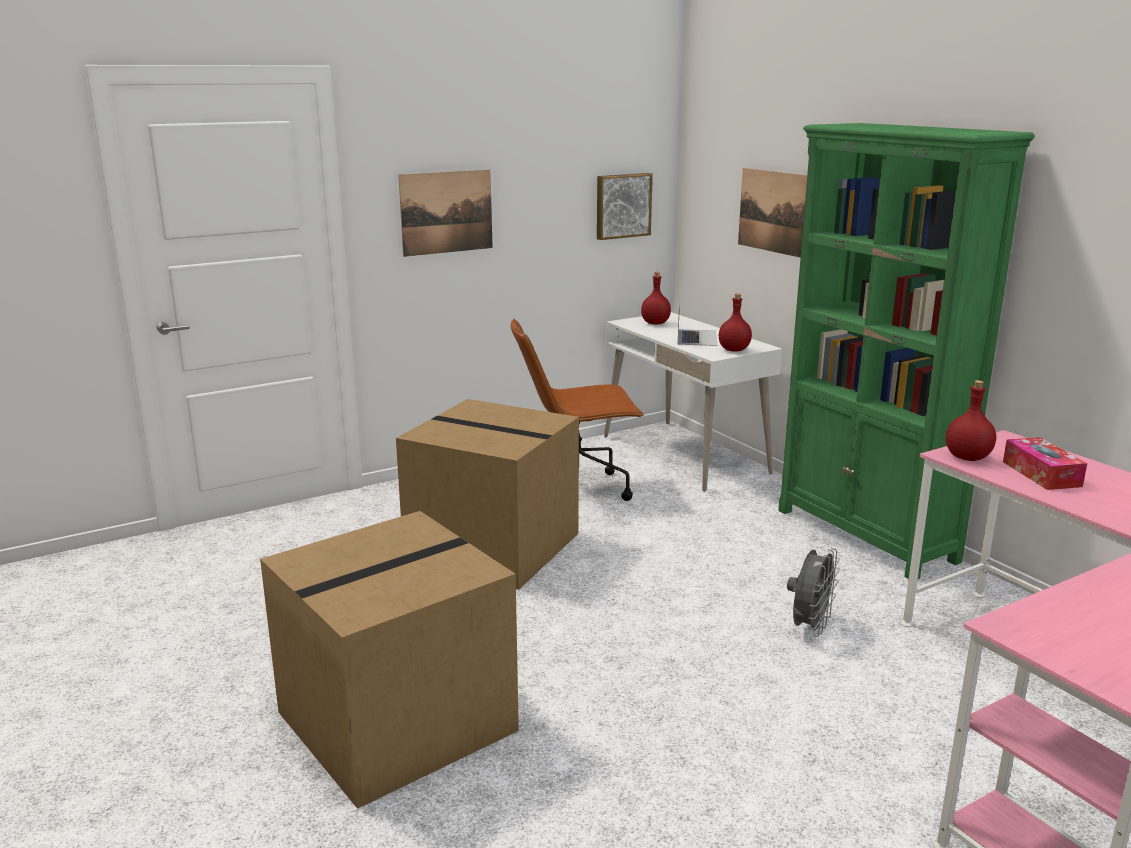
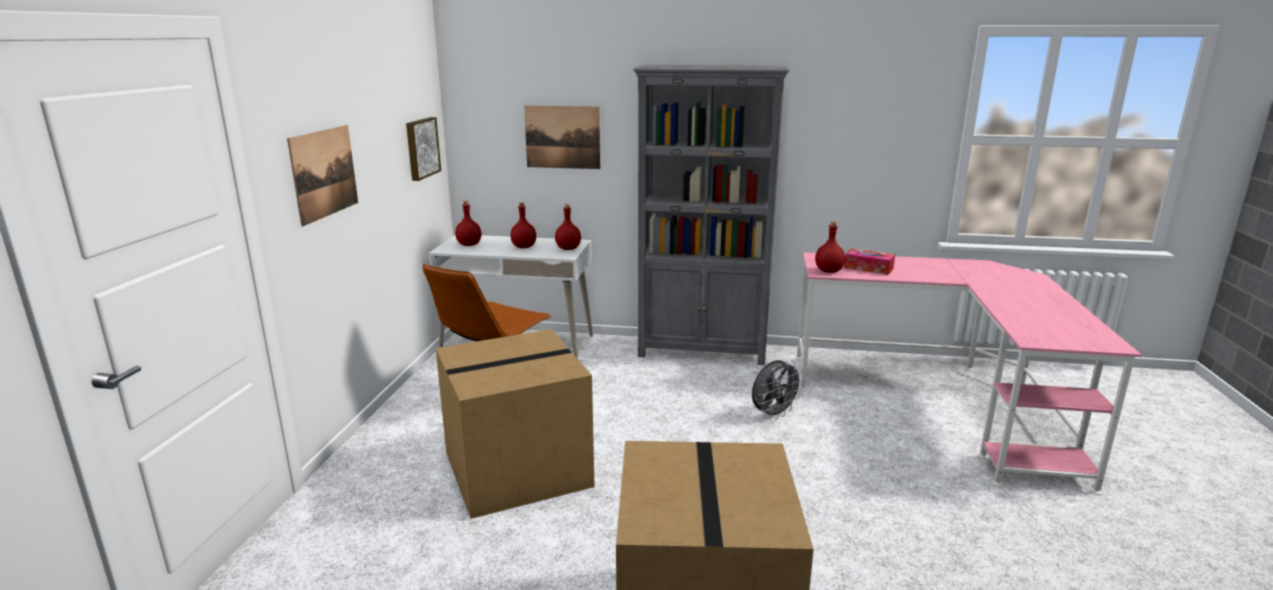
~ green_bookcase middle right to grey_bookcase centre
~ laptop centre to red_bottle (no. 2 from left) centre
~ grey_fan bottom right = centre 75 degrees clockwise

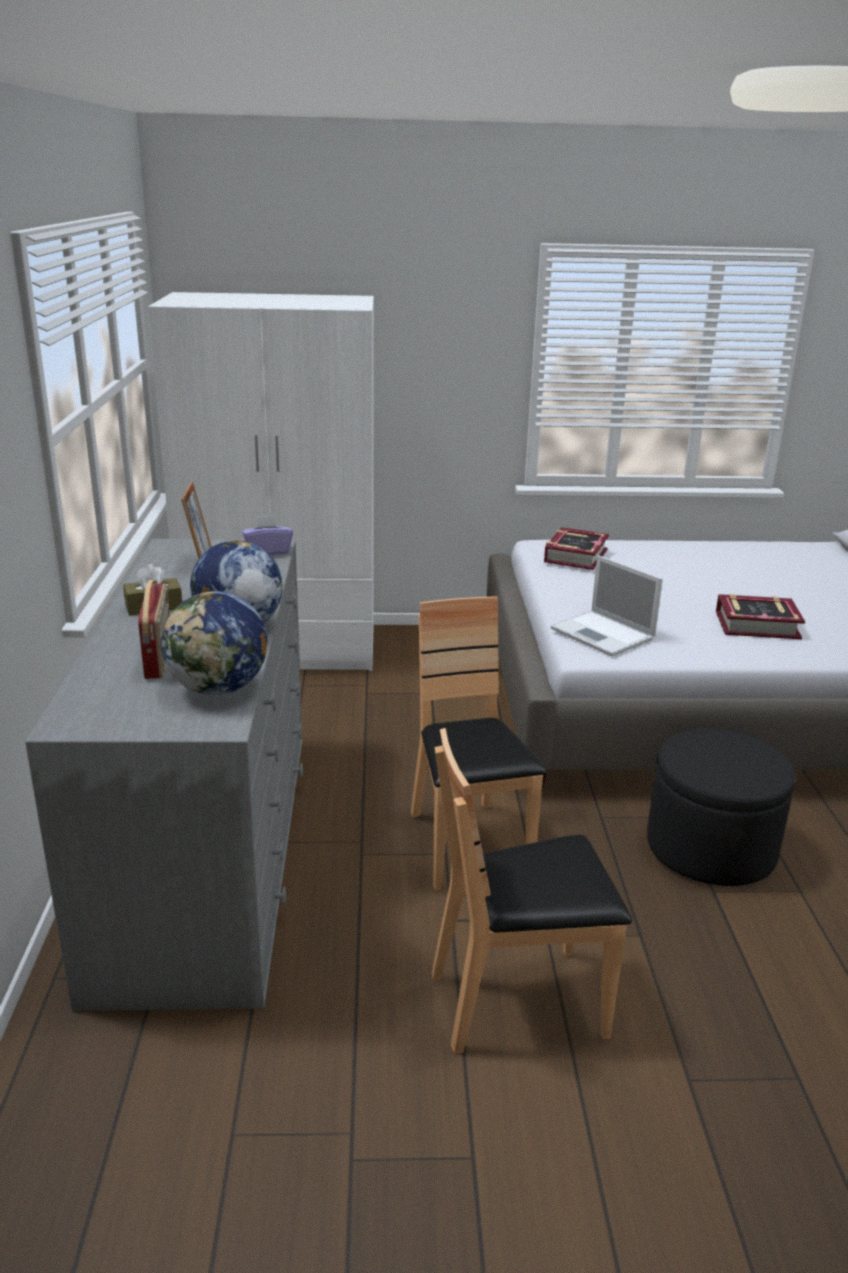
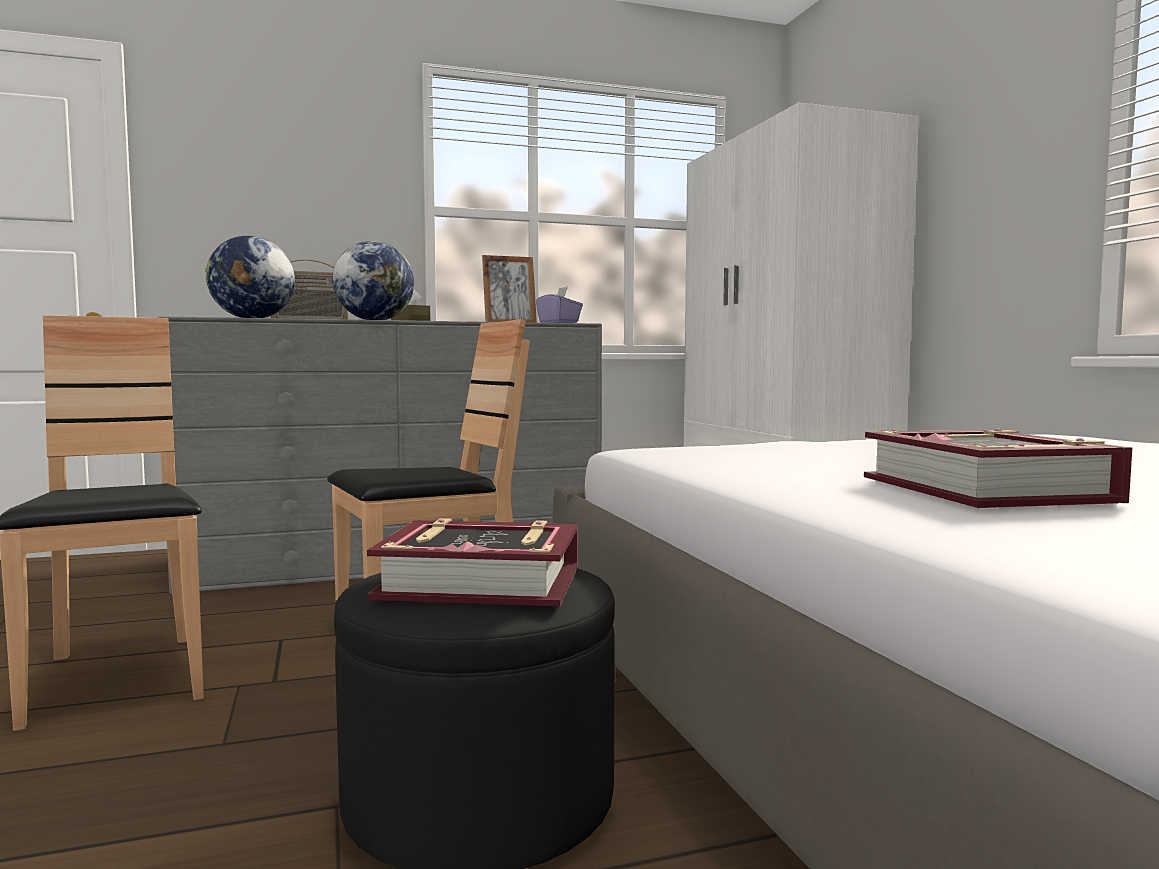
~ book (no. 1 from left) middle right to centre
- laptop middle right

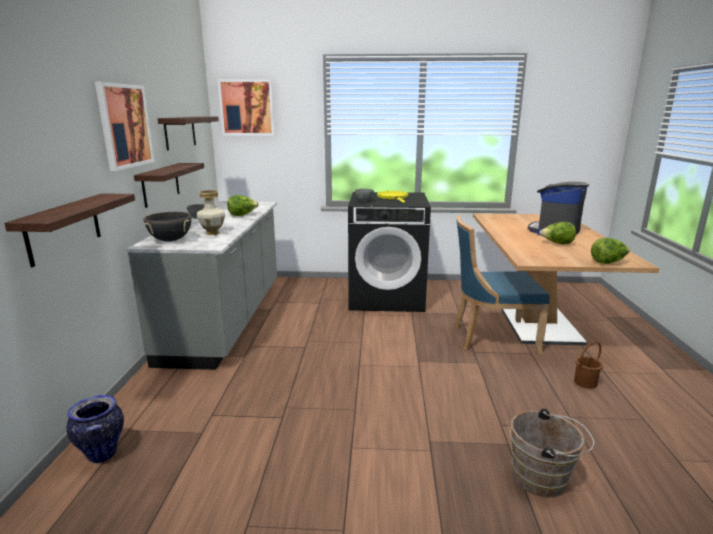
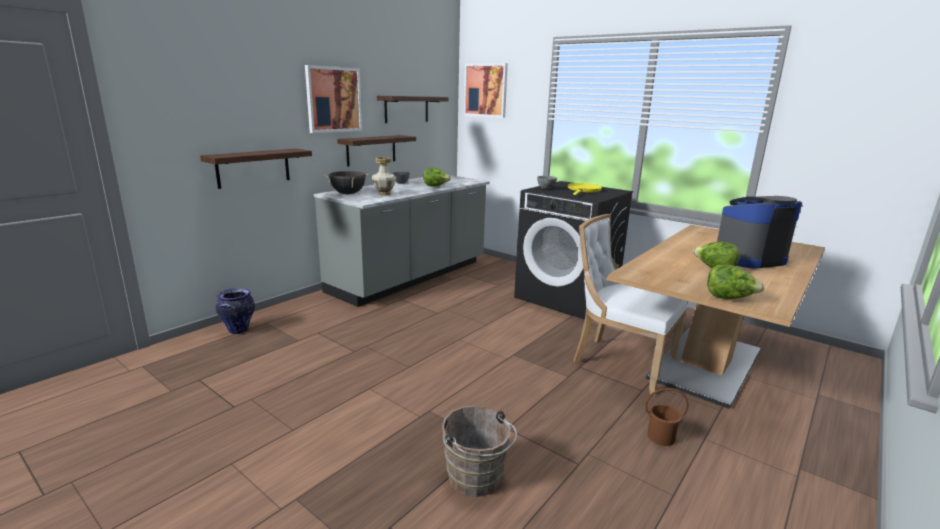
~ blue_chair middle right to white_chair middle right

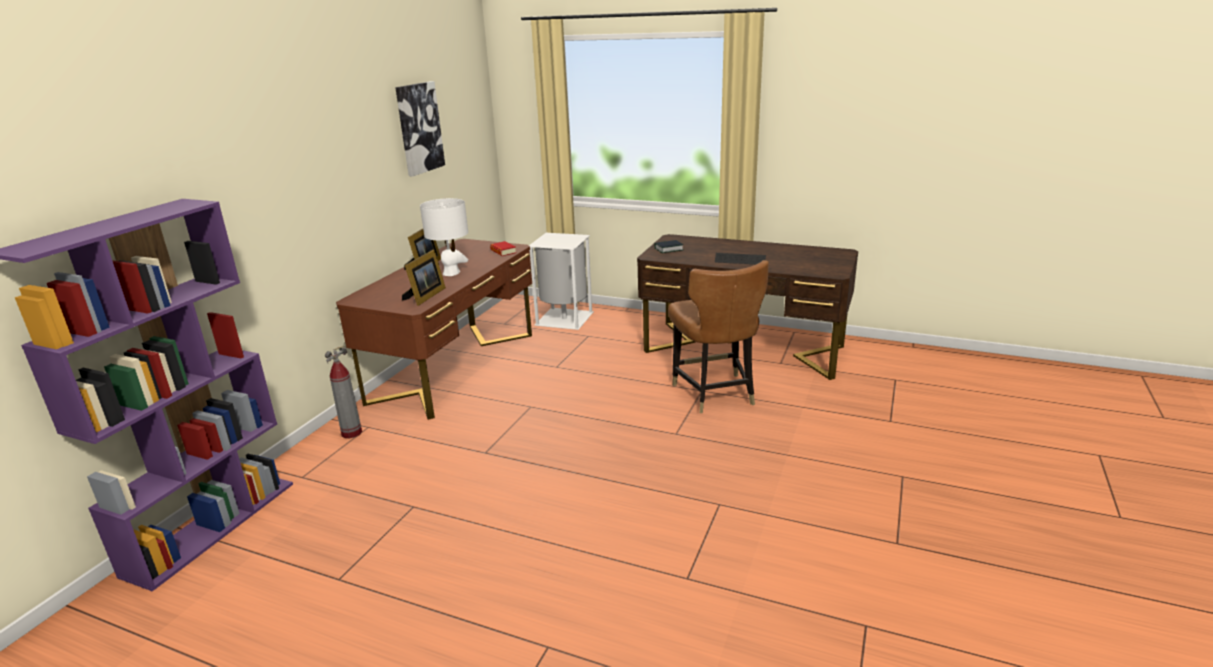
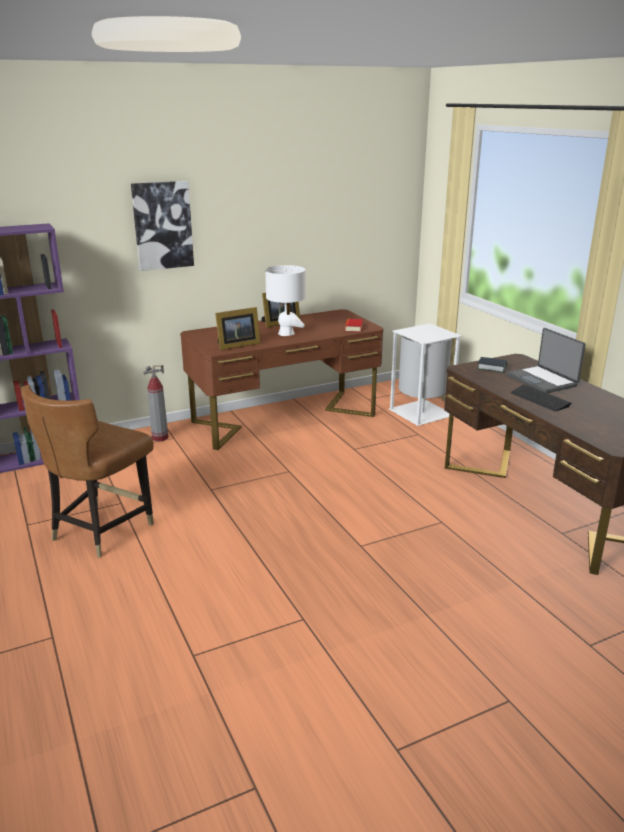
~ picture top centre to top left
~ brown_chair centre to middle left
+ laptop middle right

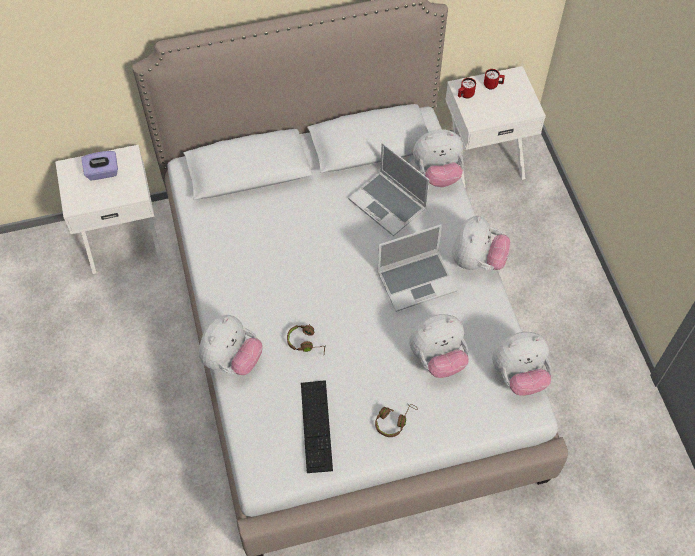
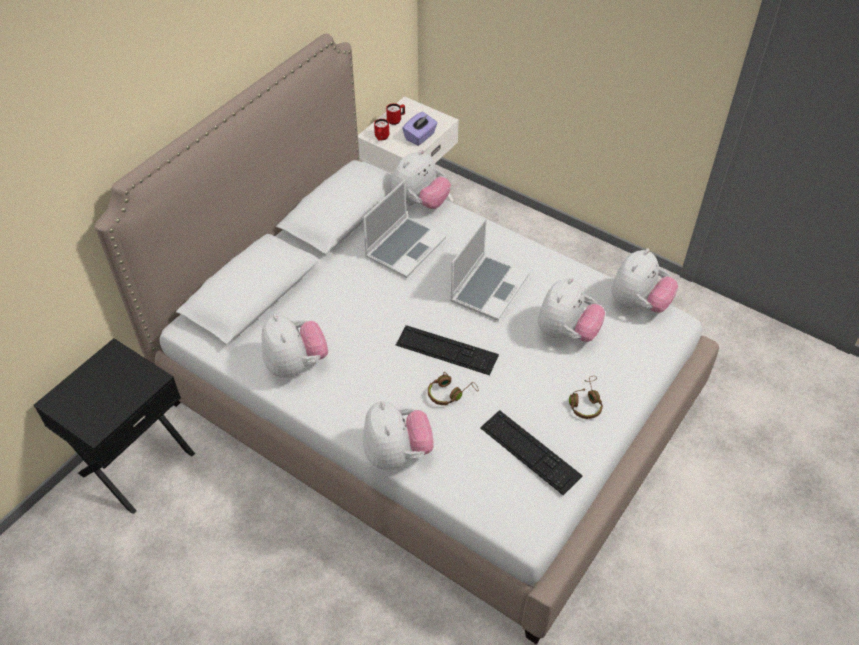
~ laptop (no. 1 from left) centre = centre 60 degrees counterclockwise
~ white_nightstand (no. 1 from left) middle left to black_nightstand middle left
~ purple_tissue_box top left to top centre
~ plush_toy (no. 4 from left in the first image) middle right to plush_toy (no. 1 from left) centre
+ keyboard (no. 1 from left) centre

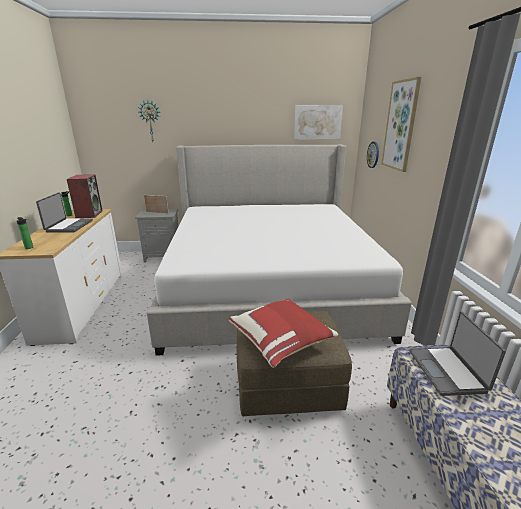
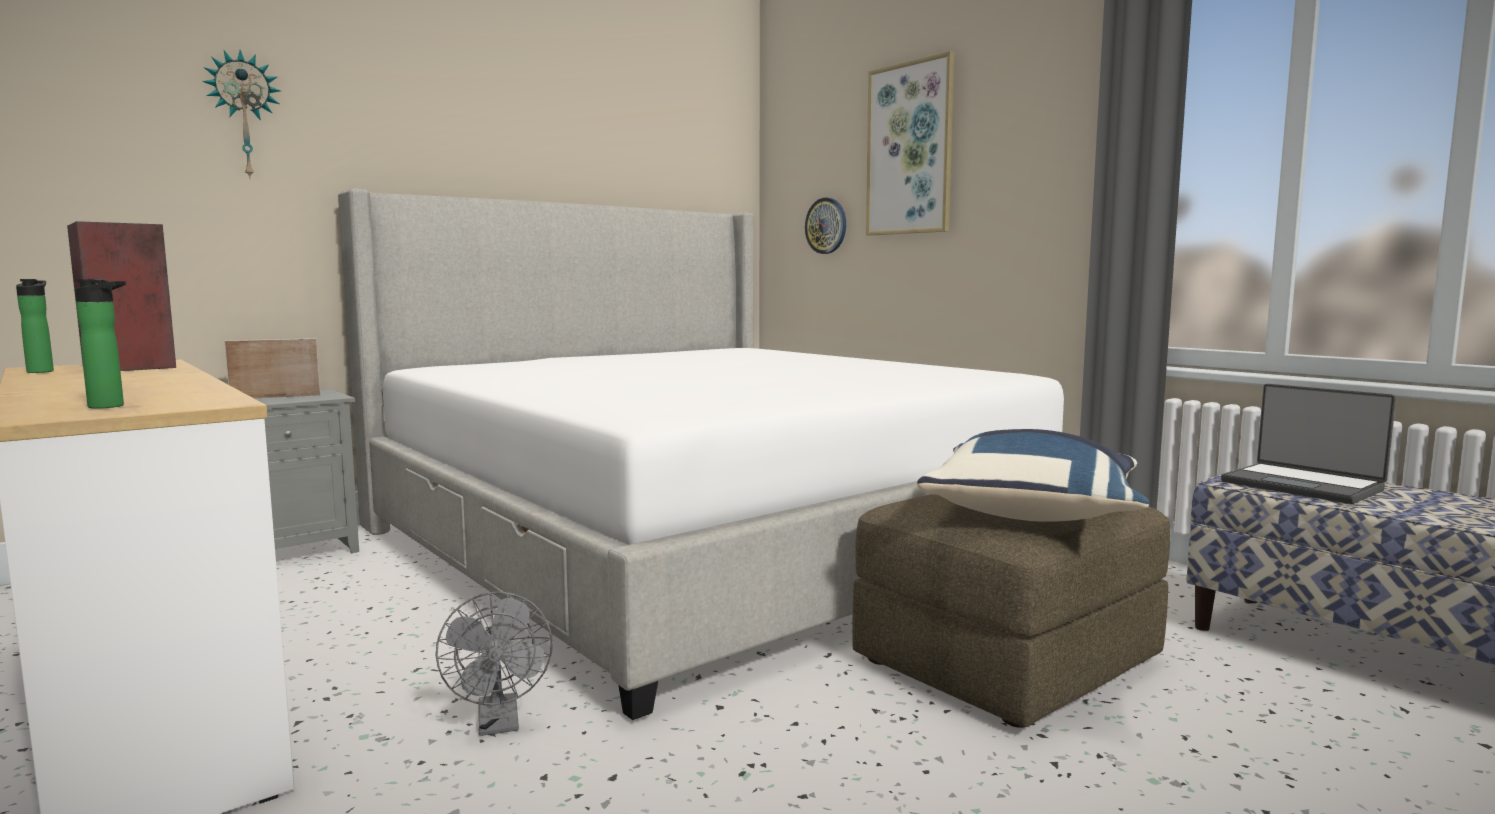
- picture (no. 1 from left) top centre
- laptop (no. 1 from left) middle left
~ red_pillow centre to blue_pillow middle right
+ grey_fan bottom left

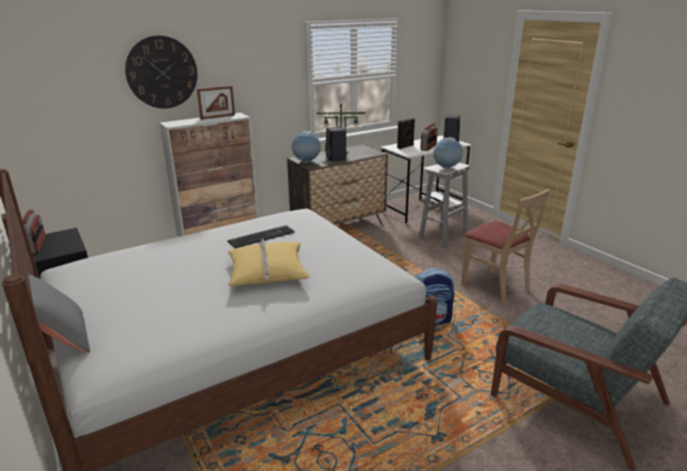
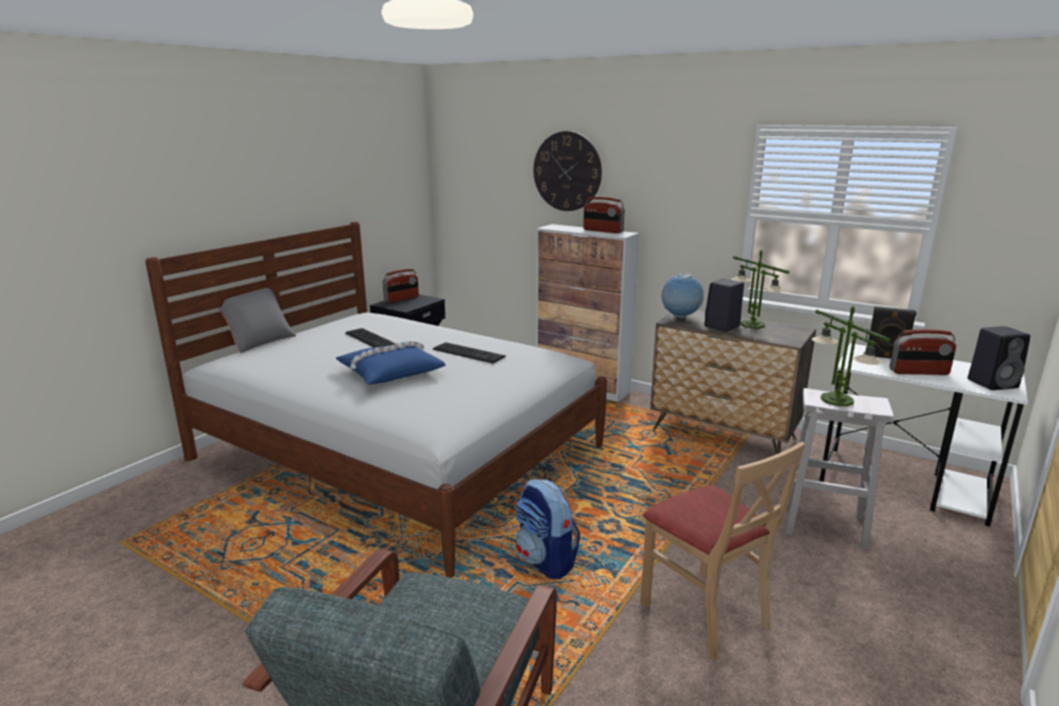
~ picture_frame top left to radio (no. 2 from left) top centre
~ globe (no. 2 from left) top centre to table_lamp (no. 2 from left) middle right
~ beige_chair middle right = bottom right 60 degrees counterclockwise
~ yellow_pillow centre to blue_pillow centre
+ keyboard (no. 1 from left) centre

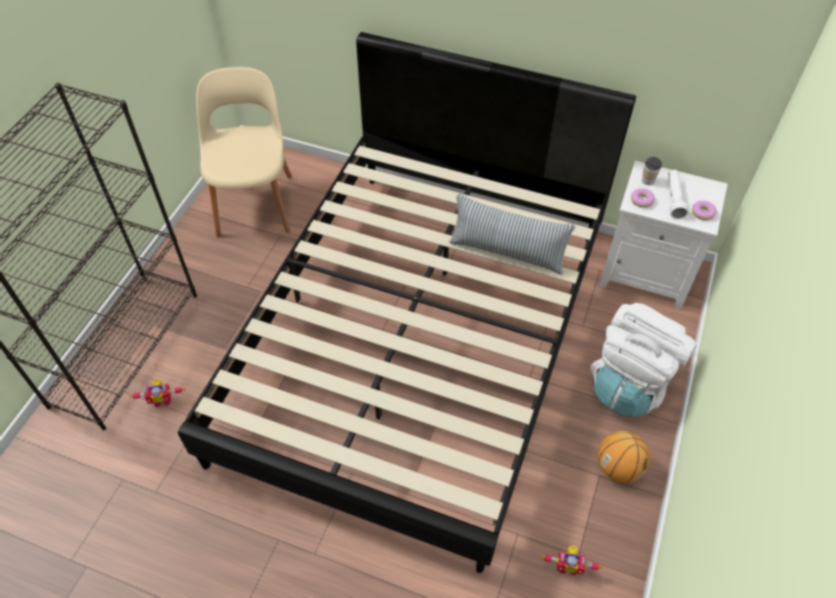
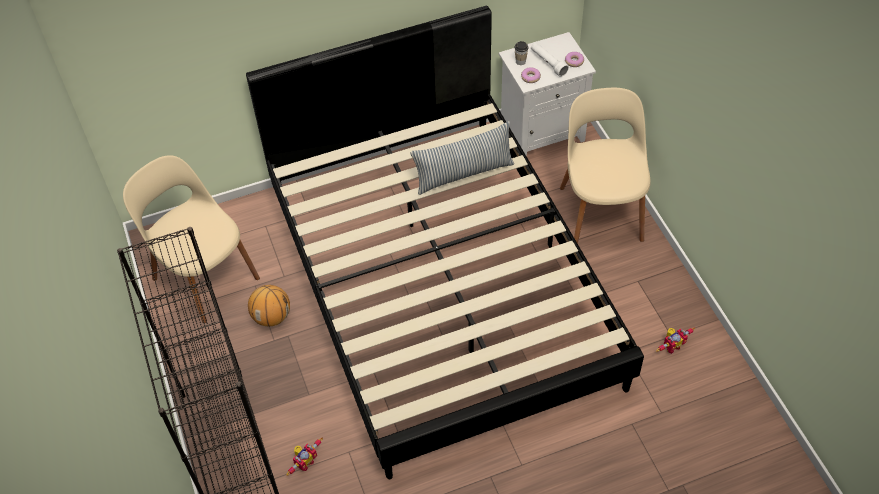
~ white_backpack middle right to beige_chair (no. 2 from left) middle right
~ basketball bottom right to middle left

